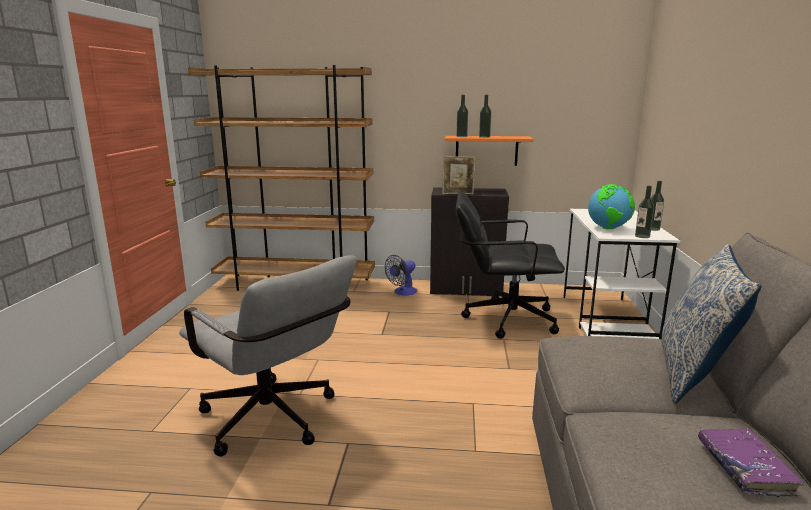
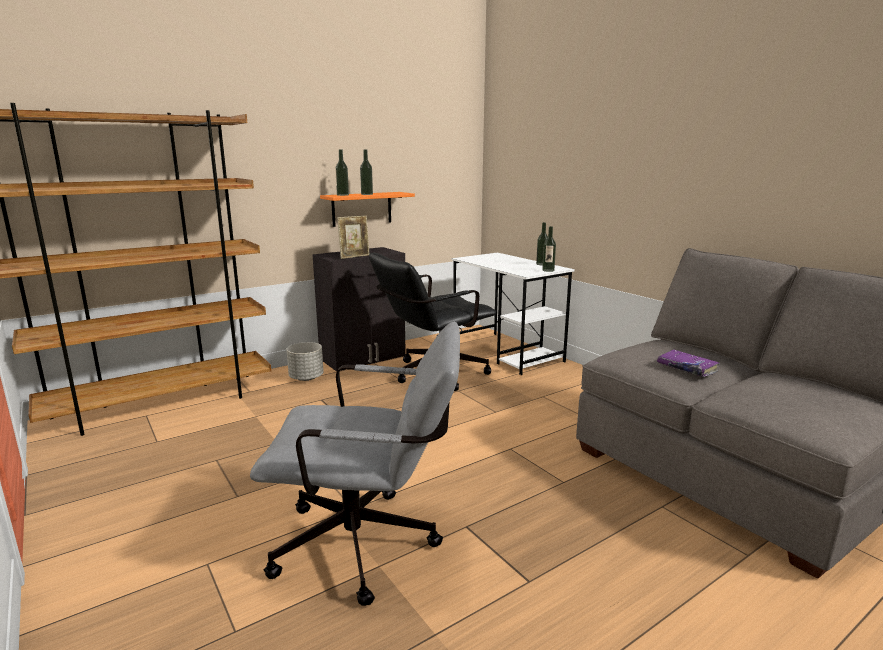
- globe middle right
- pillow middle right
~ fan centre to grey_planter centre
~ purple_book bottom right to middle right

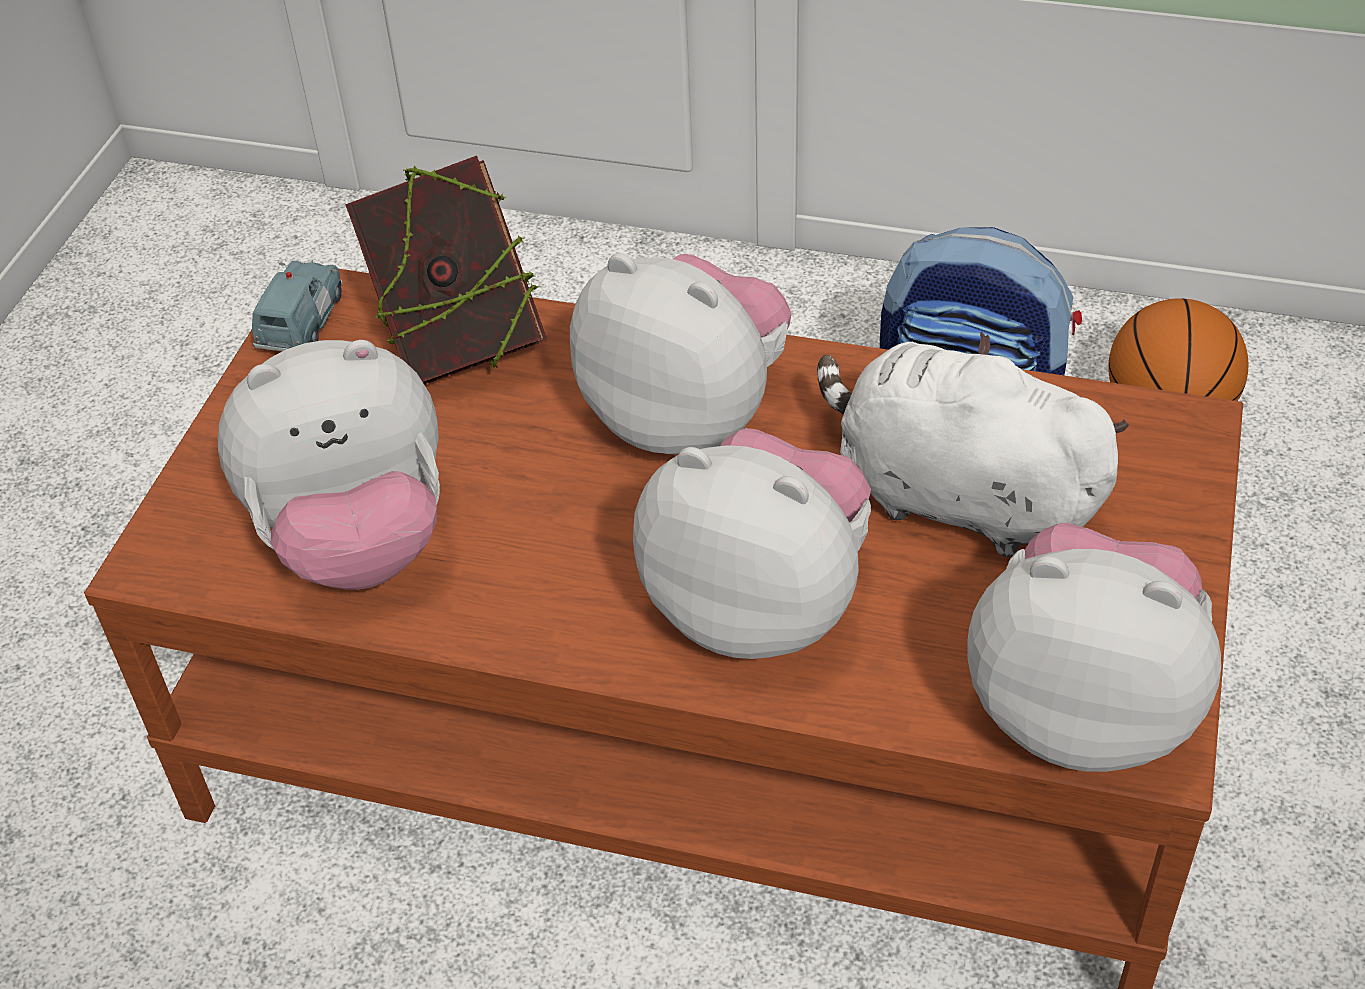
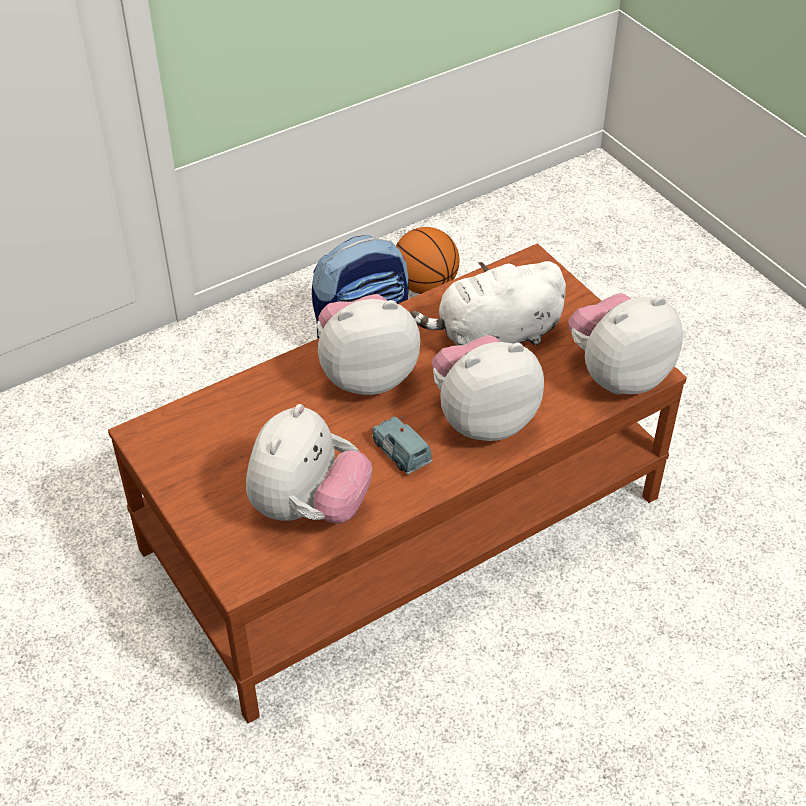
- book top left
~ blue_toy_car top left to centre

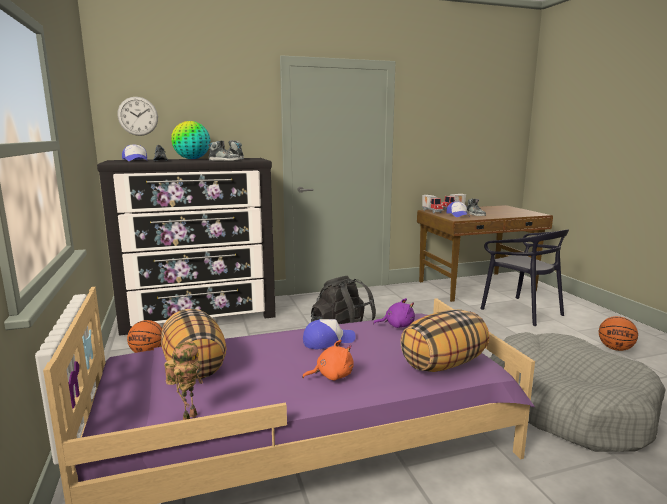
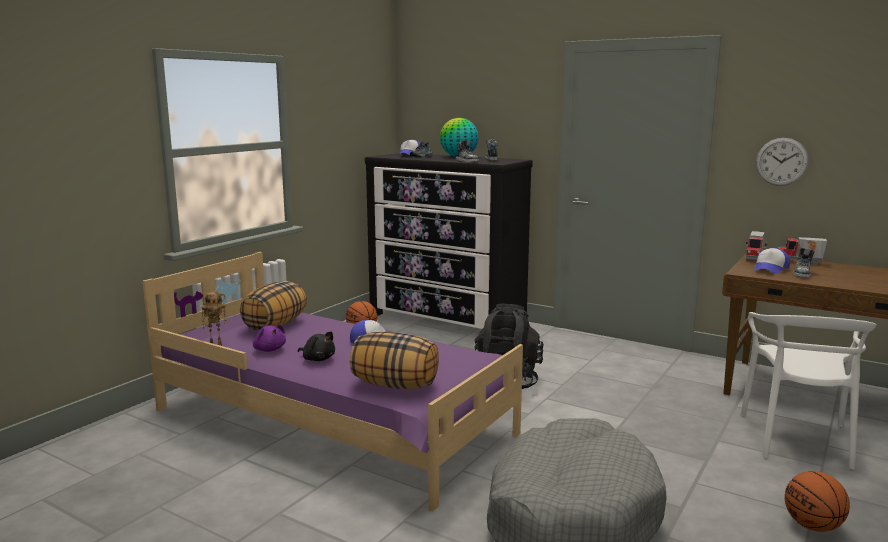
~ wall_clock top left to top right
~ black_chair middle right to white_chair bottom right
~ purple_plush_toy centre to middle left
~ orange_plush_toy bottom centre to black_plush_toy centre

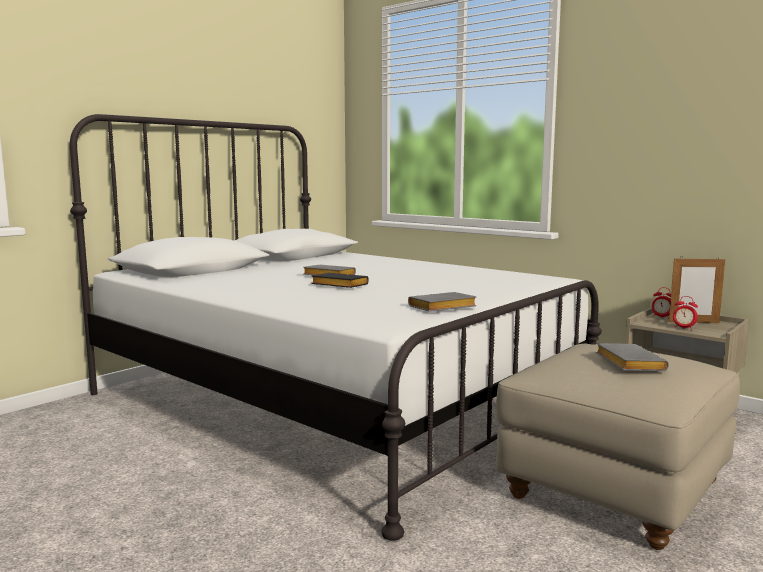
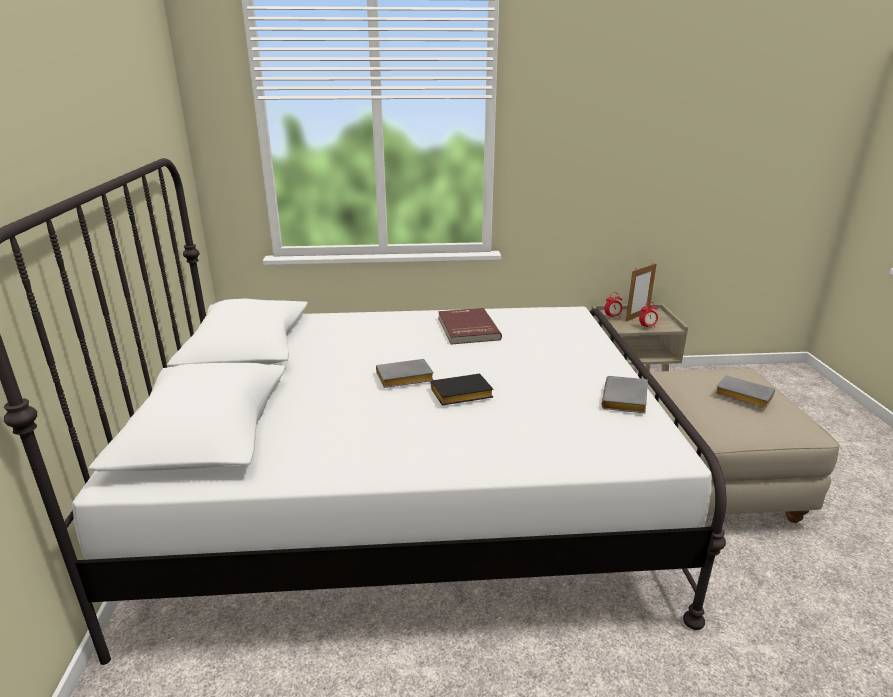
+ red_book centre

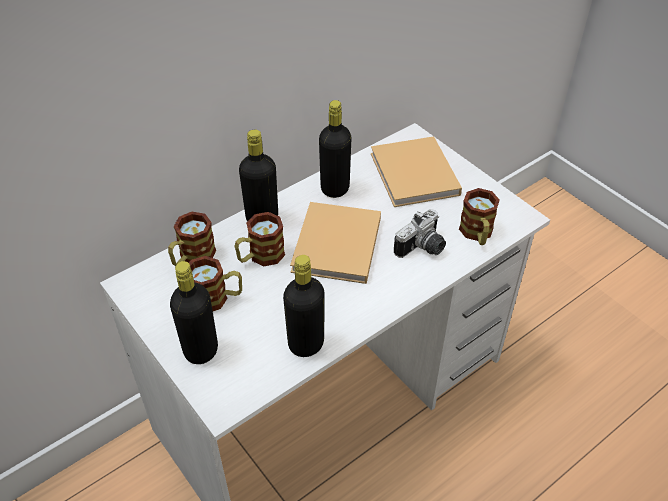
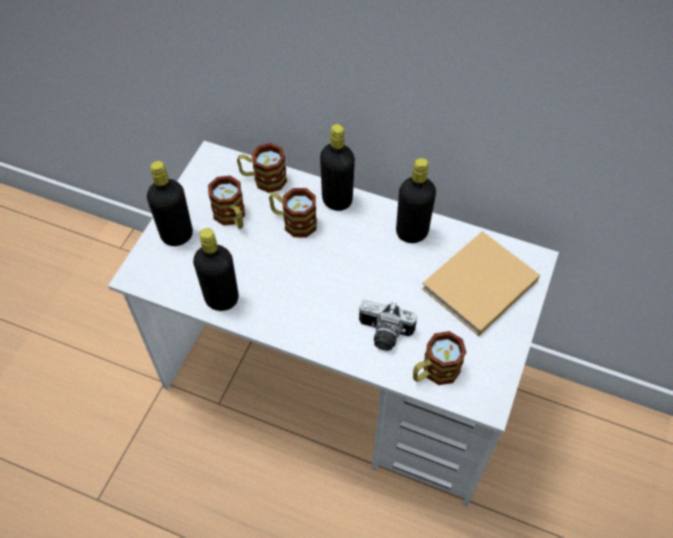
- beige_book (no. 1 from left) centre

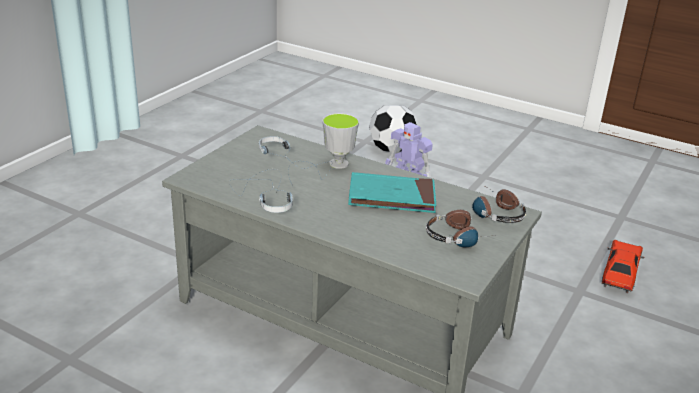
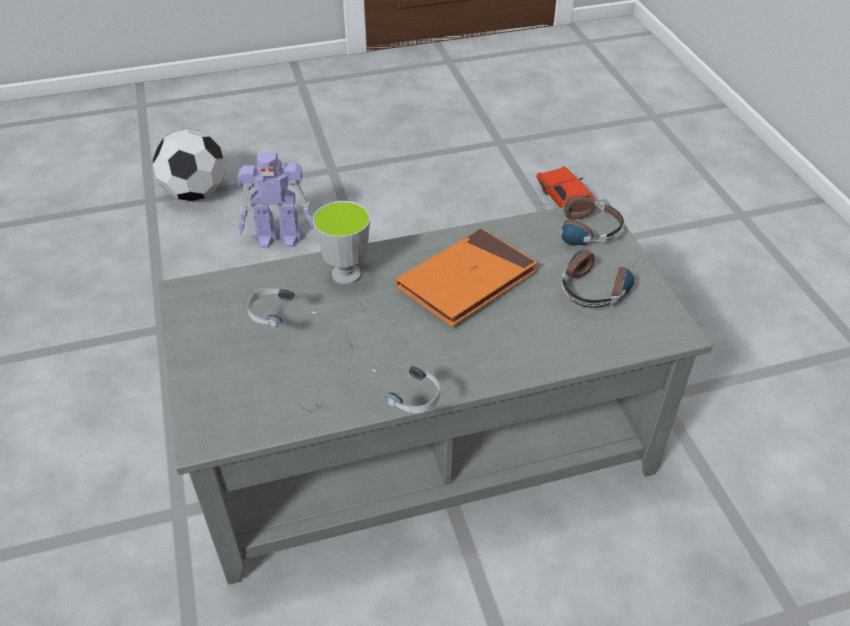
~ turquoise_book centre to orange_book centre

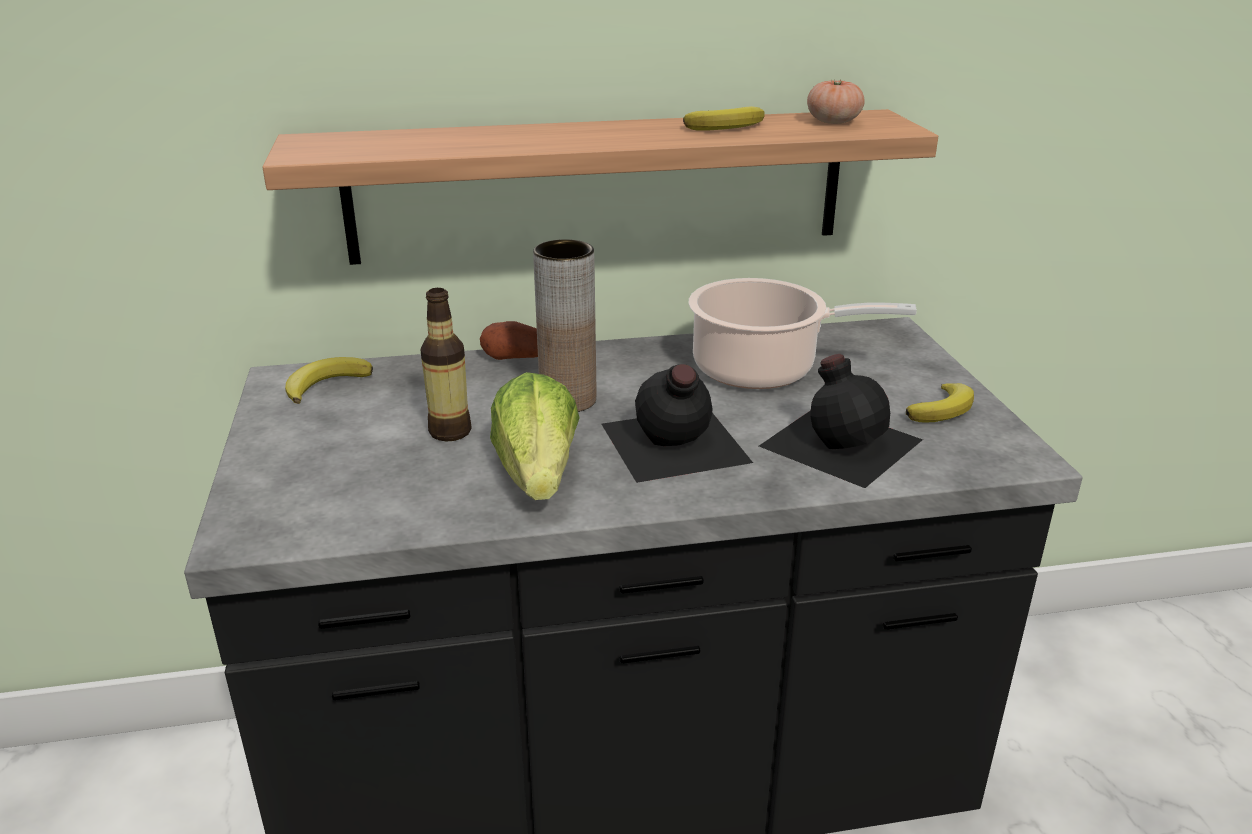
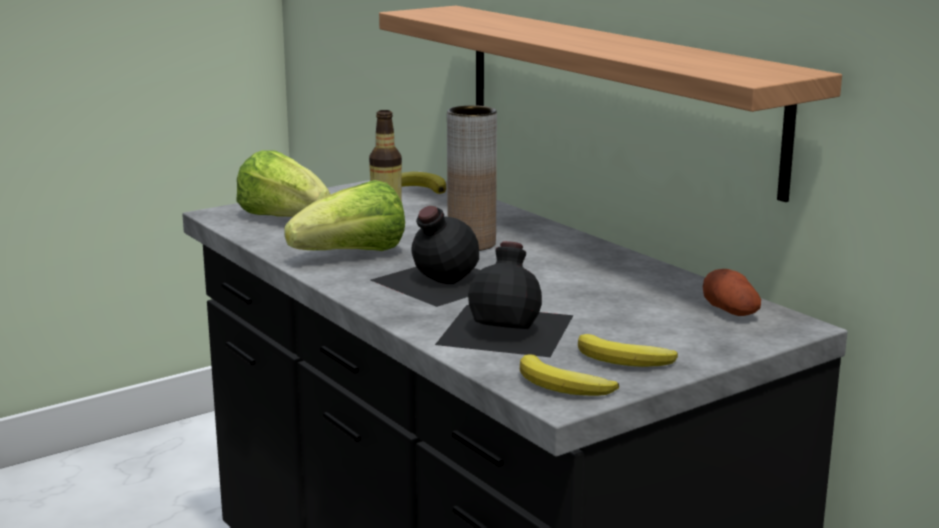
- tomato top right
~ banana (no. 2 from left) top centre to bottom centre
- cooking_pot centre
~ potato centre to middle right
+ lettuce (no. 1 from left) middle left

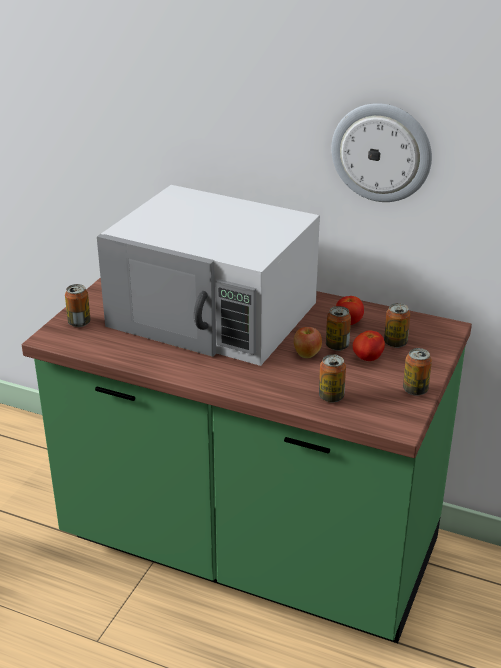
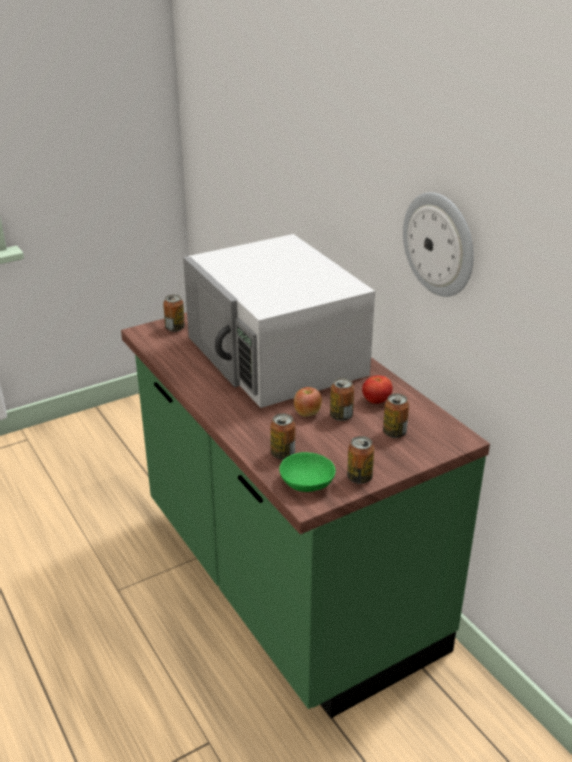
- tomato (no. 2 from left) middle right
+ green_bowl centre

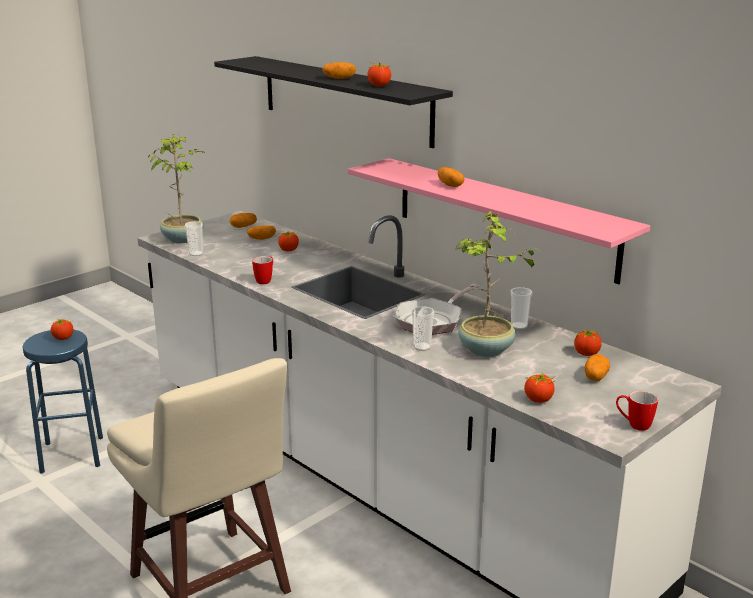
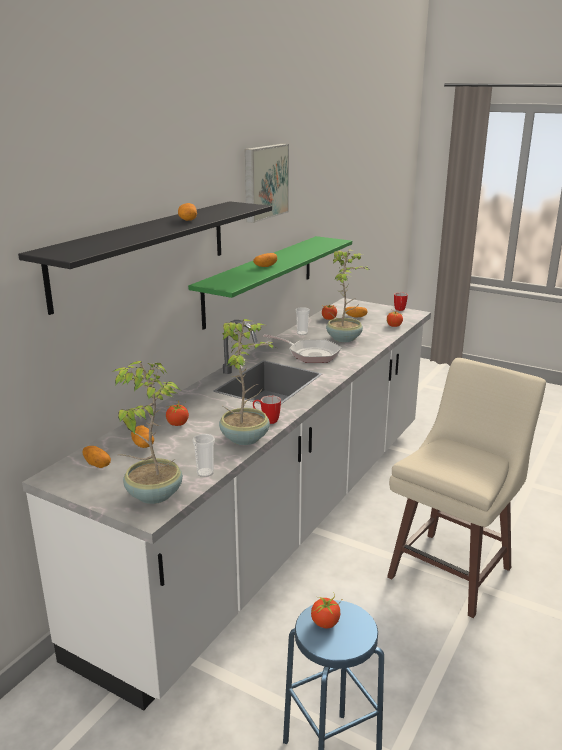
- tomato (no. 3 from left) top centre
~ pink_shelf centre to green_shelf centre
- cup (no. 2 from left) centre
+ picture top centre
+ potted_plant (no. 2 from left) centre

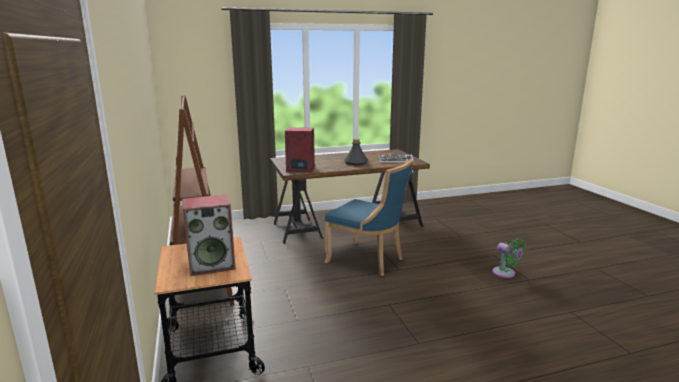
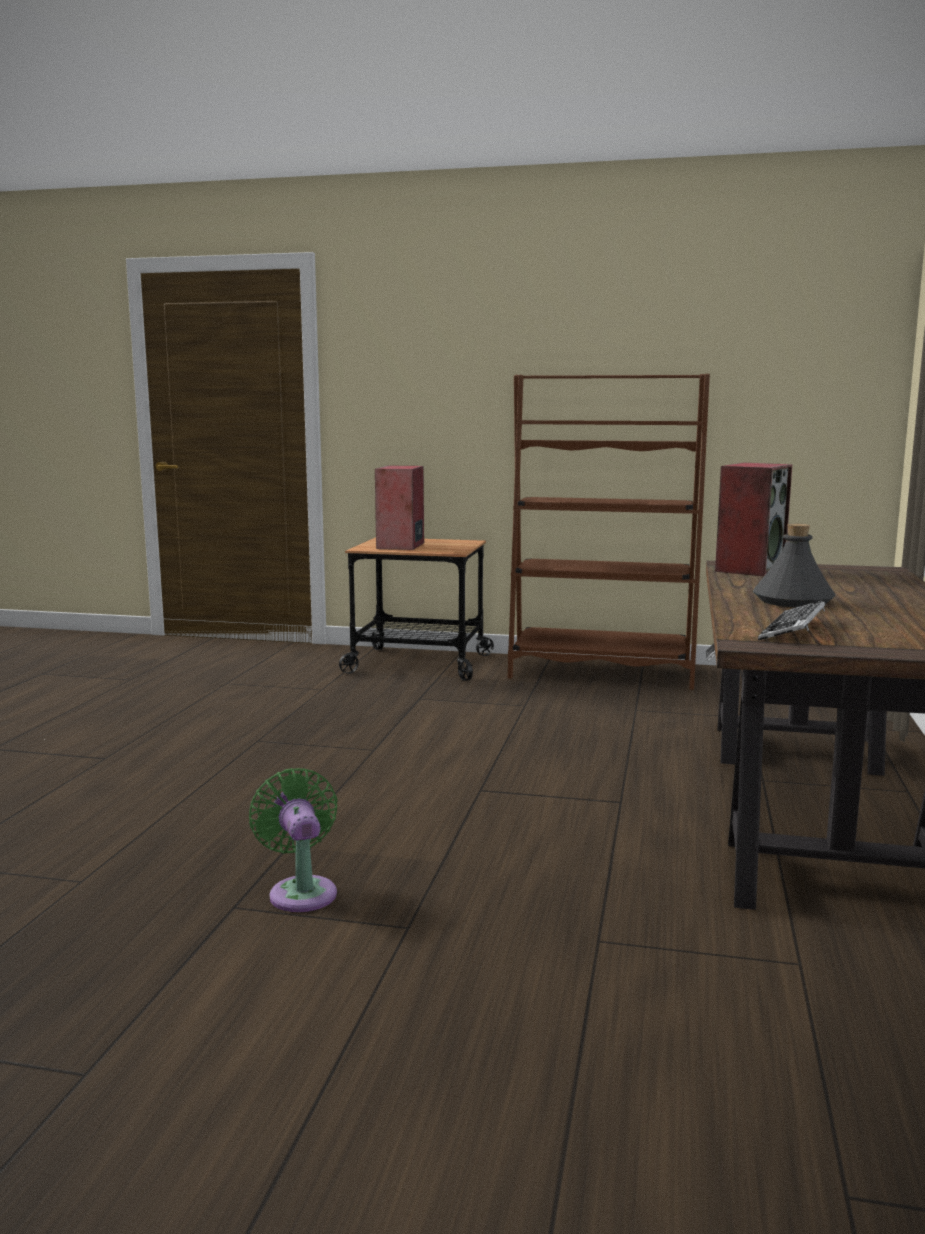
- blue_chair centre
~ green_fan bottom right = bottom left 75 degrees clockwise

